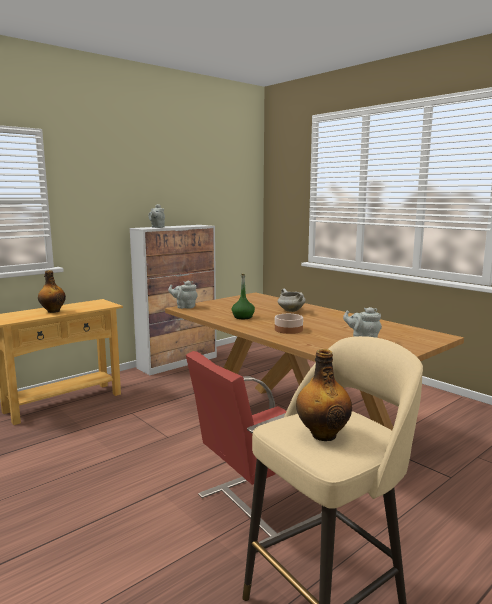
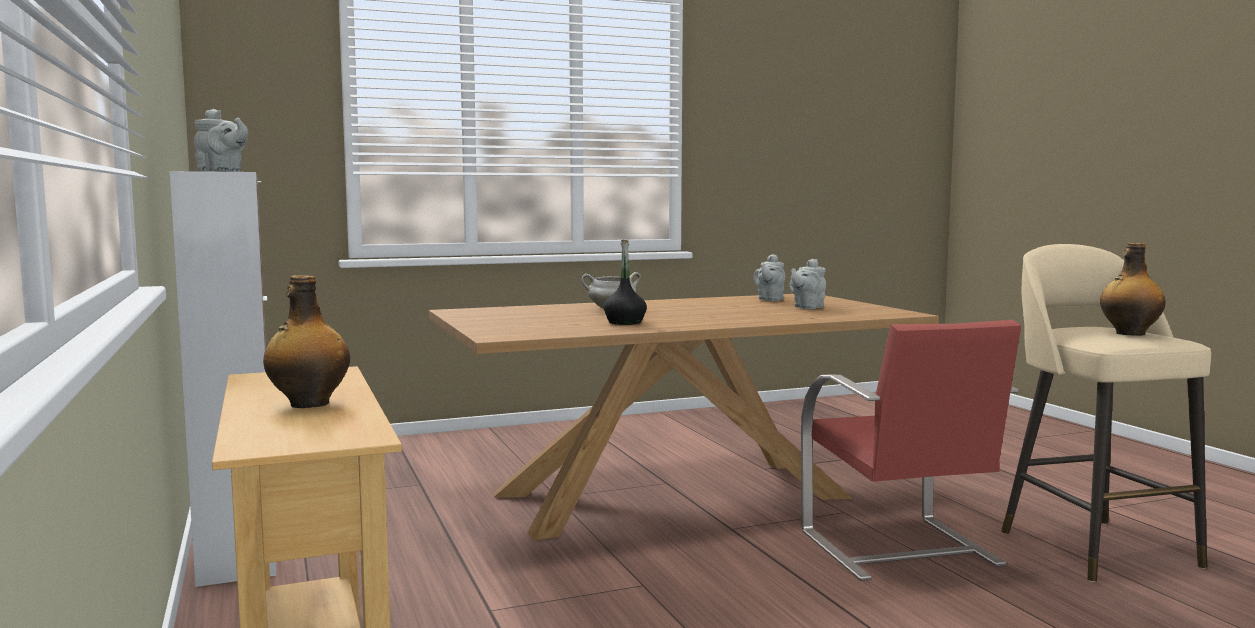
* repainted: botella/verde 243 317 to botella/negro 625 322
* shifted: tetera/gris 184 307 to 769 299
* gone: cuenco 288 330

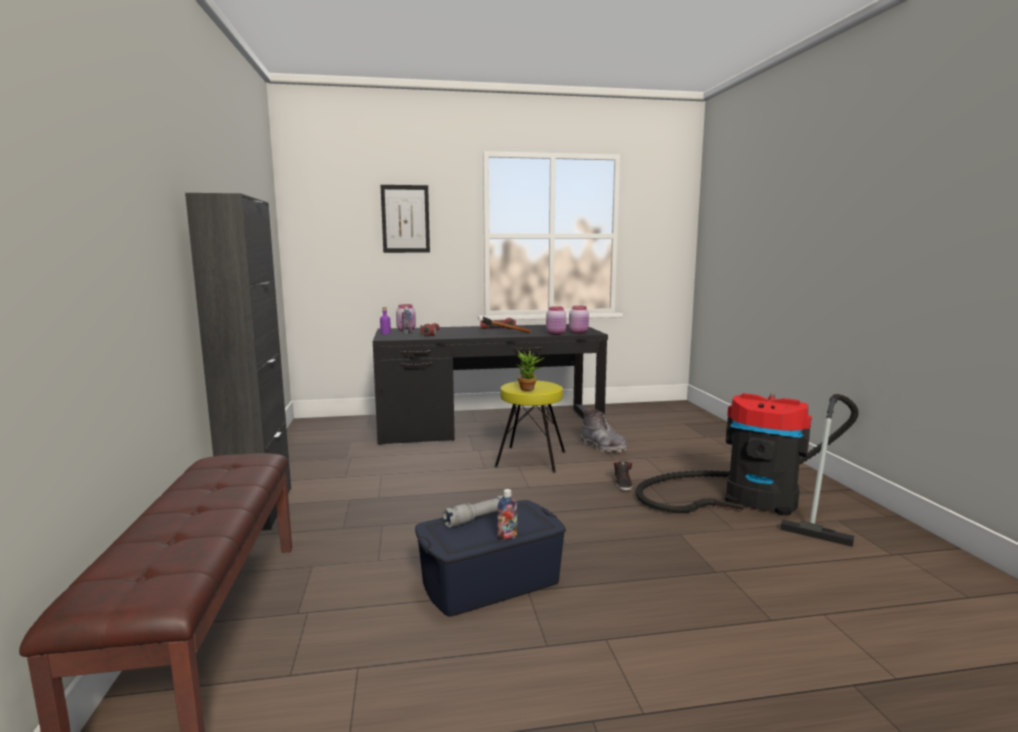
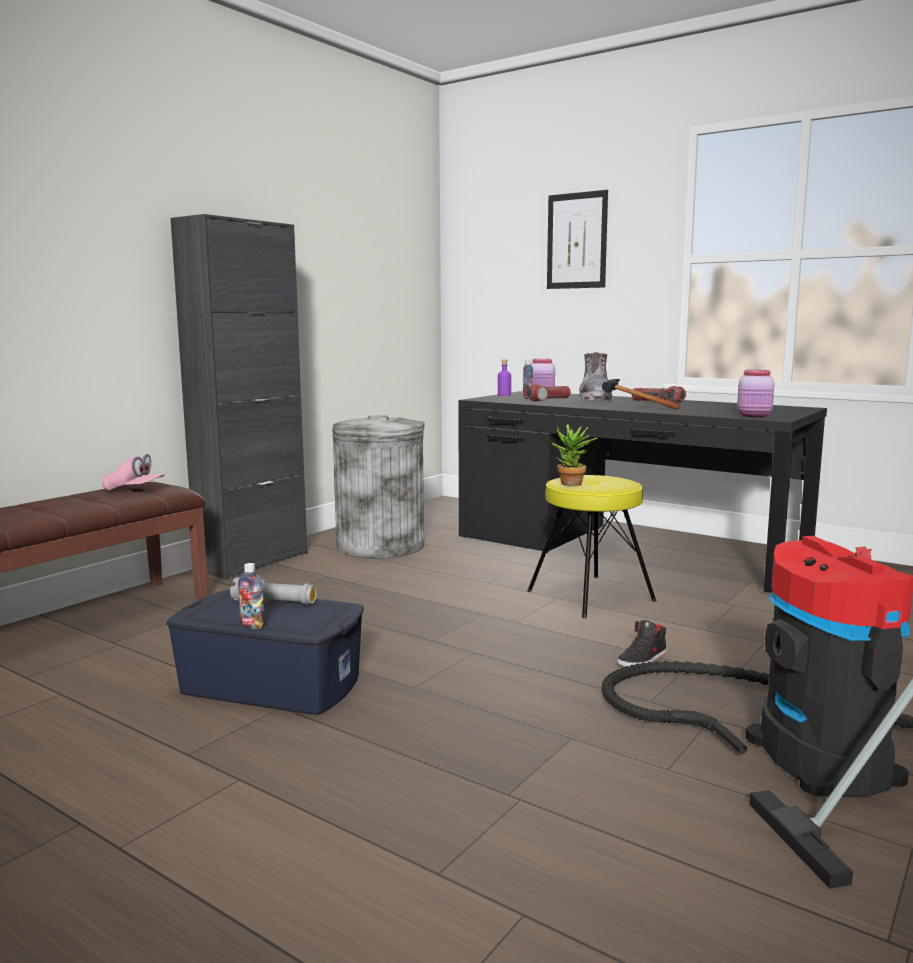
* gone: tarro/rosa 556 334
* shifted: bota/gris 602 447 to 595 400
* new: papelera/gris 381 546
* new: gorra/rosa 134 490

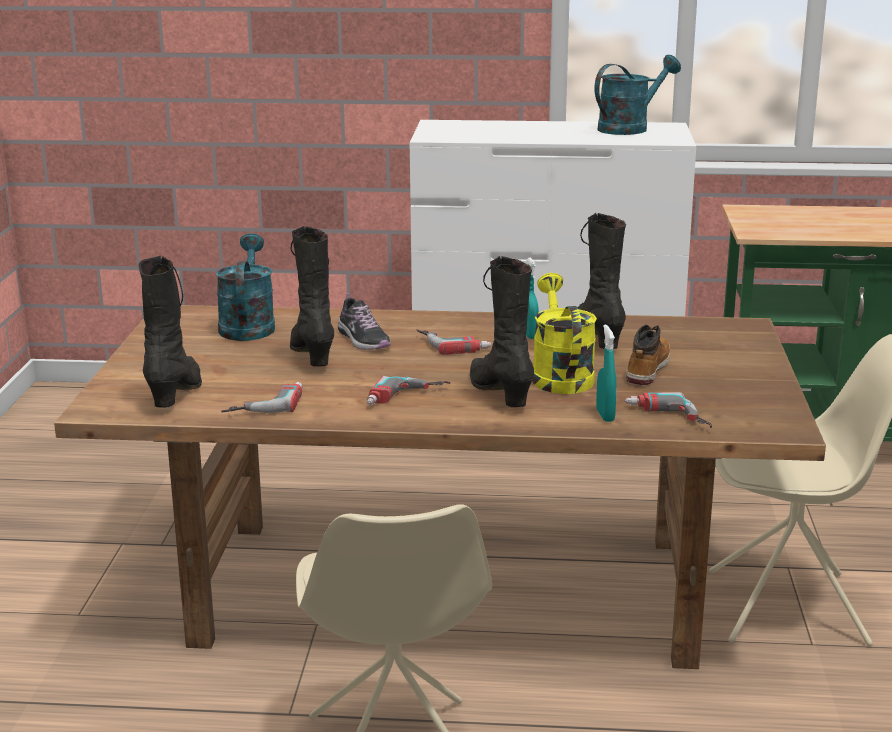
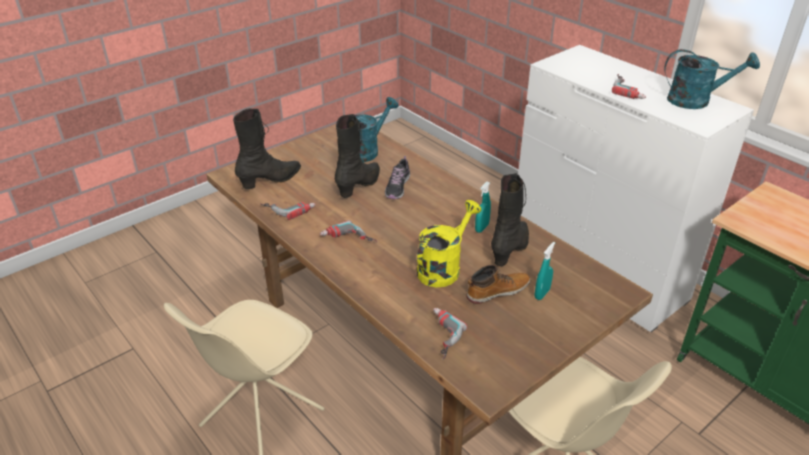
* gone: bota/negro 500 393
* shifted: pulverizador/turquesa 605 415 to 542 294
* shifted: taladro 453 344 to 630 89

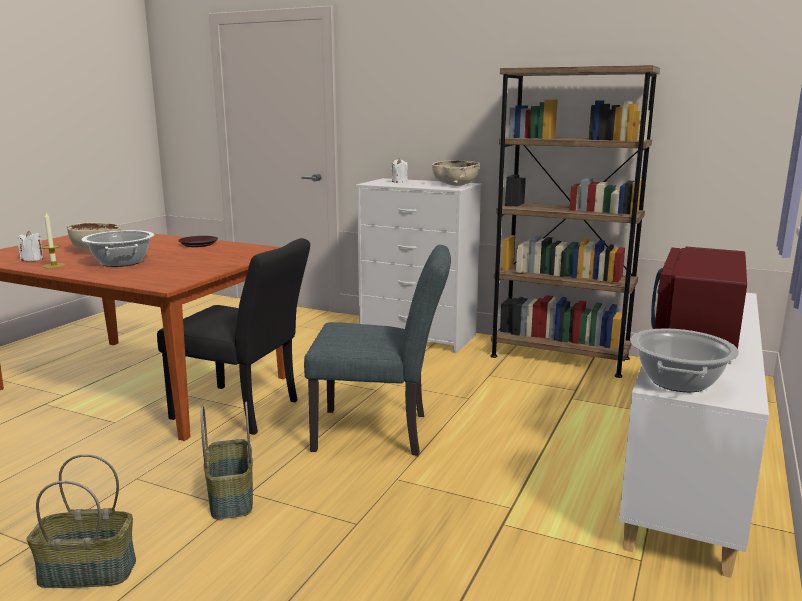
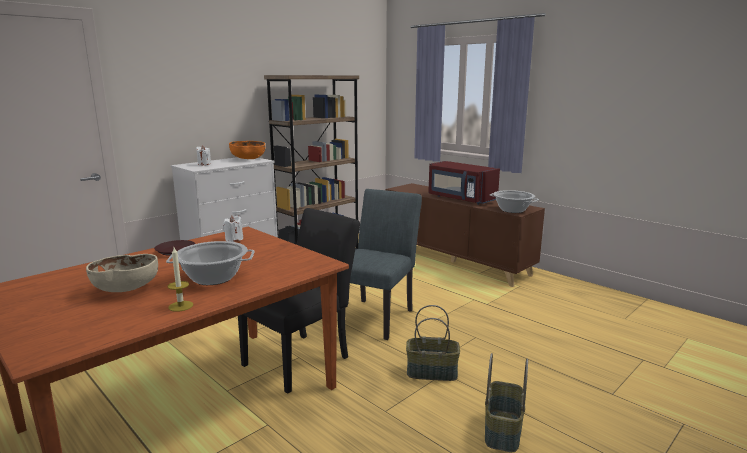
* repainted: cuenco/beis 455 185 to cuenco/naranja 248 159
* shifted: vela/blanco 32 259 to 234 239
* repainted: armario/blanco 688 467 to armario/marrón 456 261

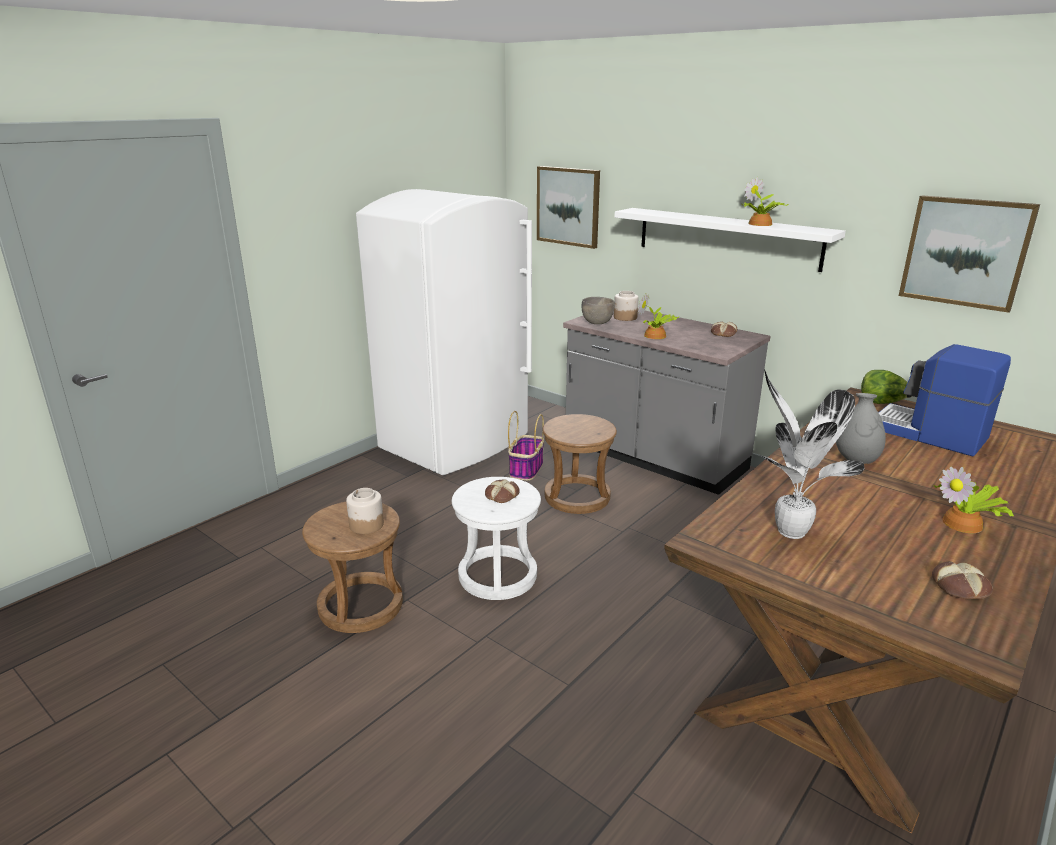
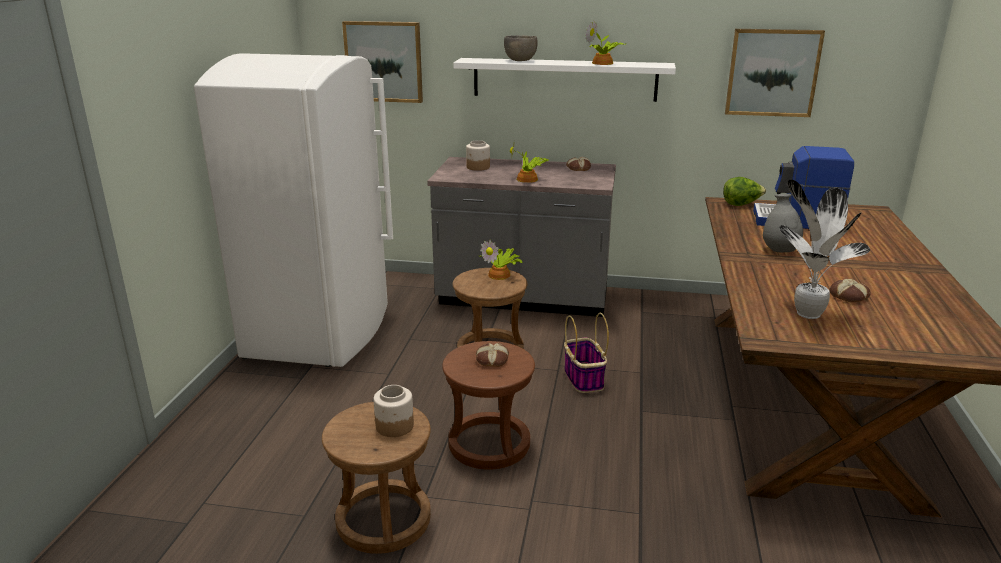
* shifted: cuenco/gris 597 323 to 520 61
* shifted: cesta 526 469 to 583 378
* shifted: planta en maceta 965 523 to 501 275
* repainted: taburete/blanco 497 575 to taburete/marrón 488 444
* shifted: pan 960 587 to 849 296

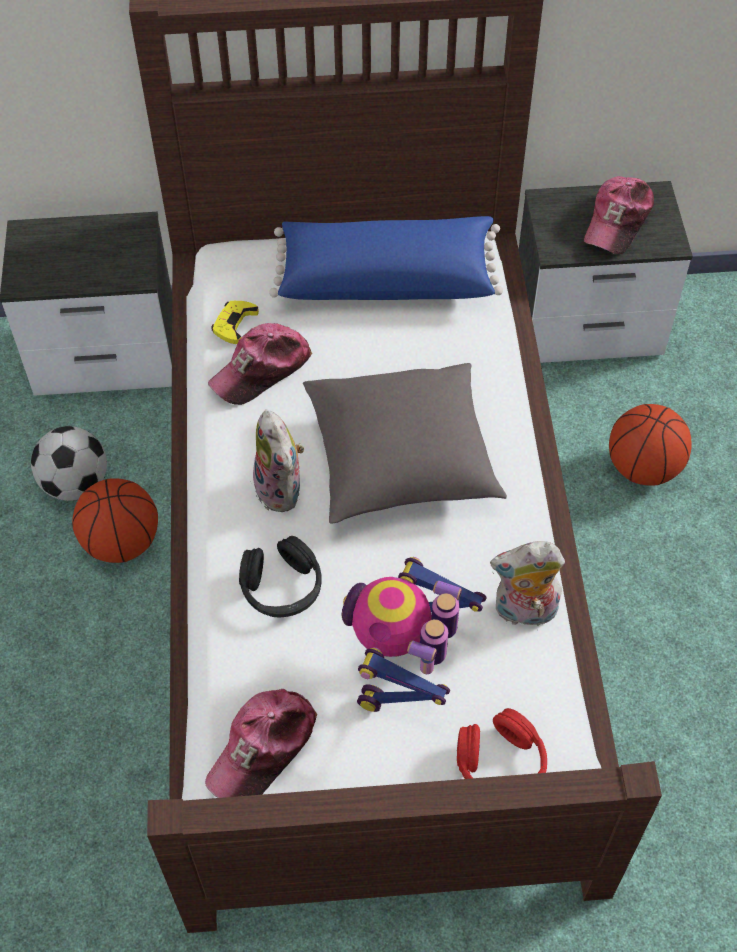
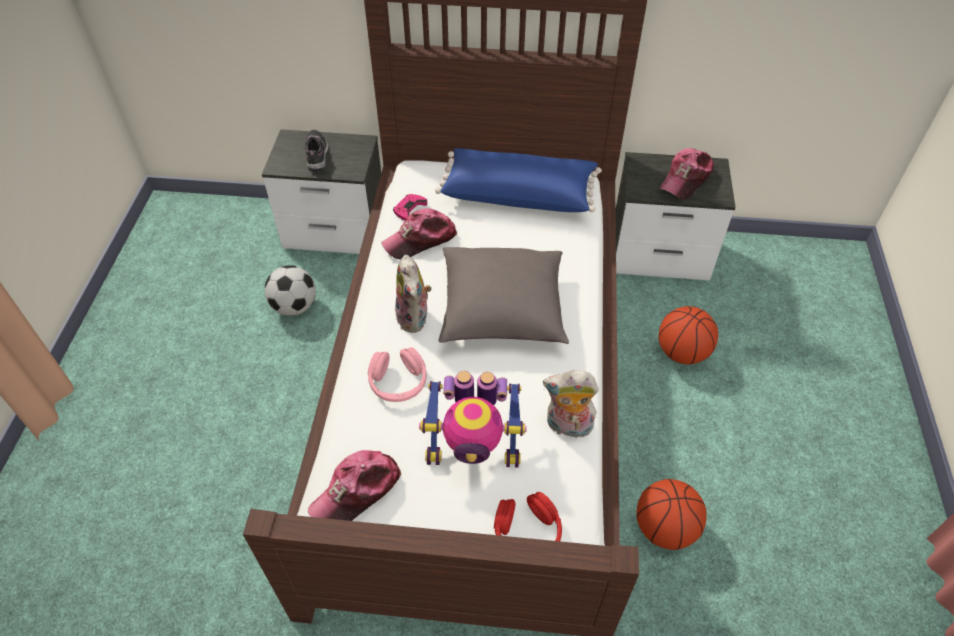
* repainted: mando de consola/amarillo 234 324 to mando de consola/rosa 409 209
* shifted: balón de baloncesto 122 542 to 665 528
* repainted: auriculares/negro 282 587 to auriculares/rosa 398 382
* rotated: robot de juguete 406 664 = 474 449 120 degrees counterclockwise
* new: zapato 316 154

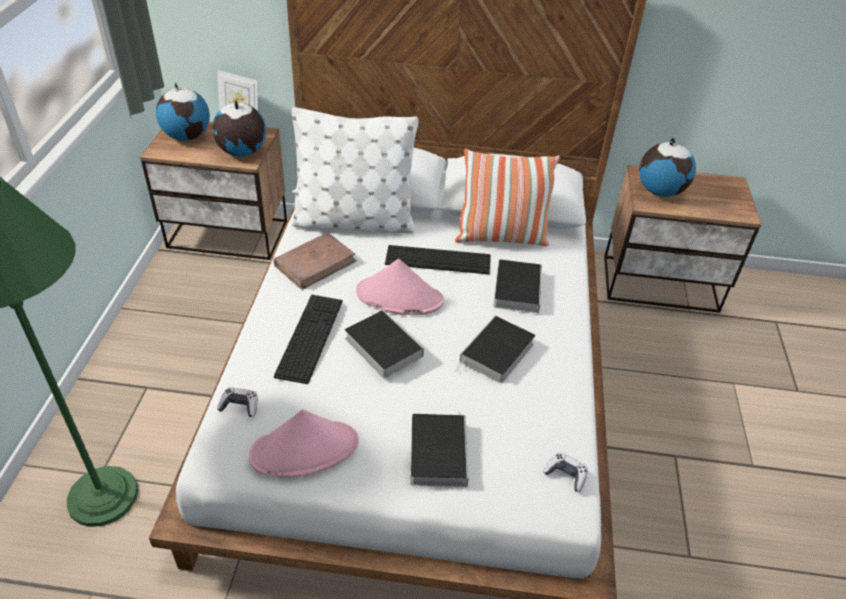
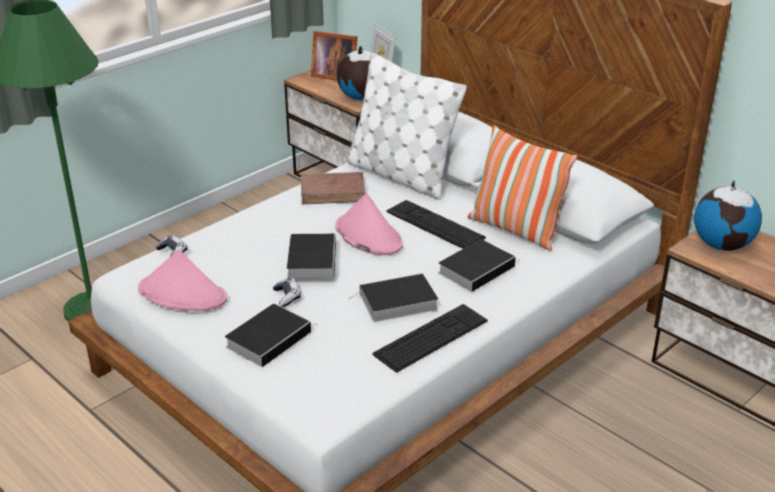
* swapped: globo terráqueo 187 136 to portarretratos 333 76
* shifted: teclado 310 337 to 431 337
* shifted: mando de consola 565 475 to 287 296

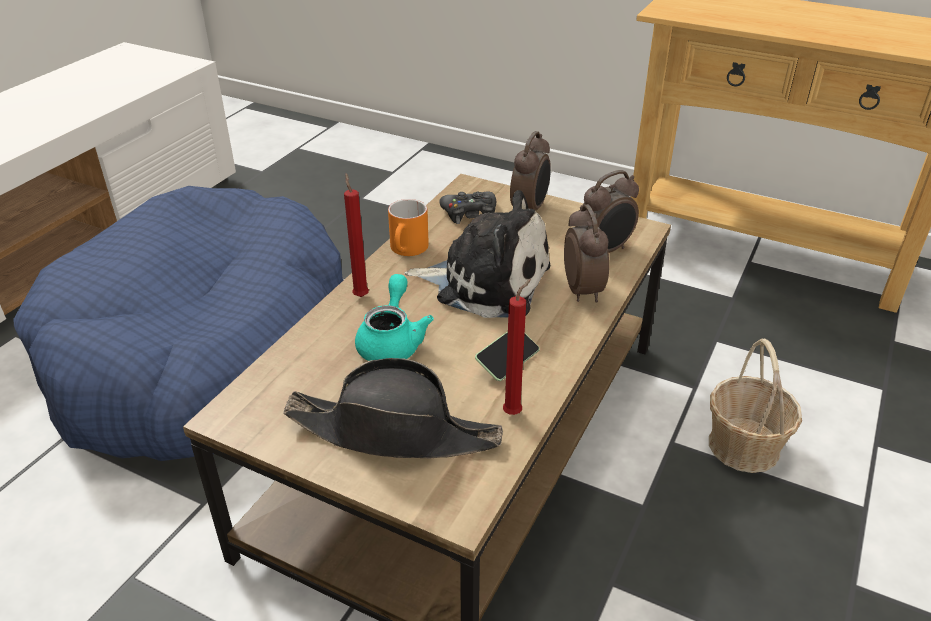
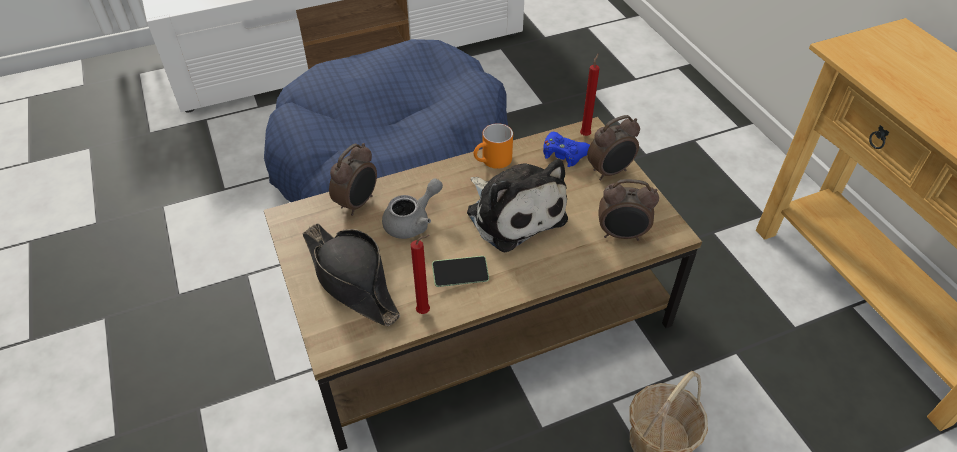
* shifted: vela/rojo 360 295 to 585 134
* repainted: mando de consola/negro 469 213 to mando de consola/azul 564 154
* shifted: despertador 583 290 to 358 203
* repainted: tetera/turquesa 392 341 to tetera/gris 413 221

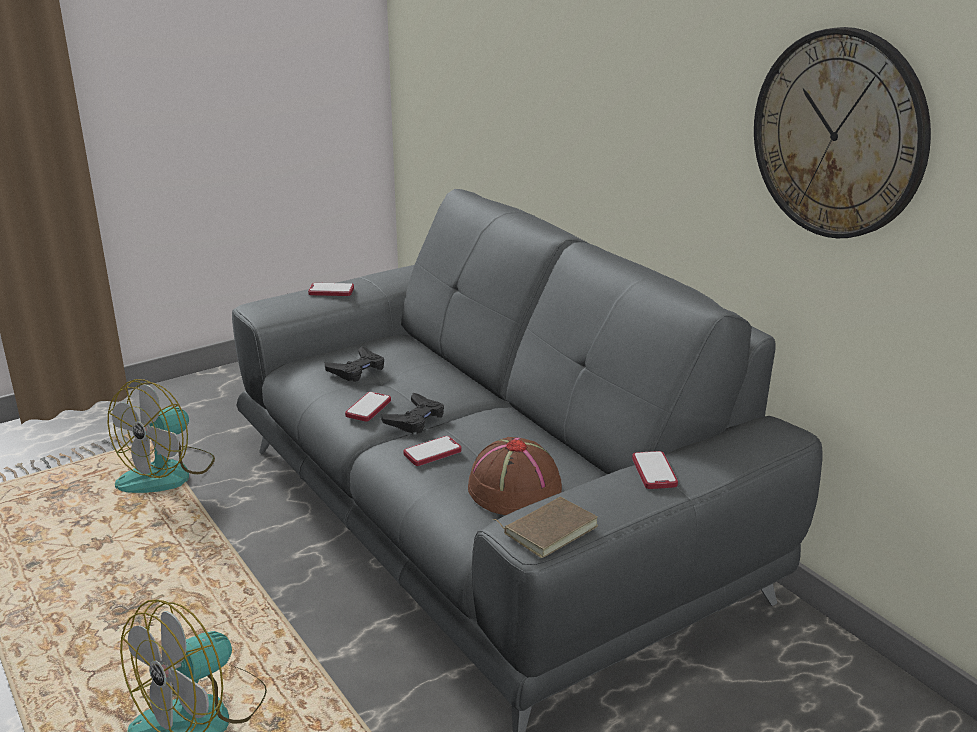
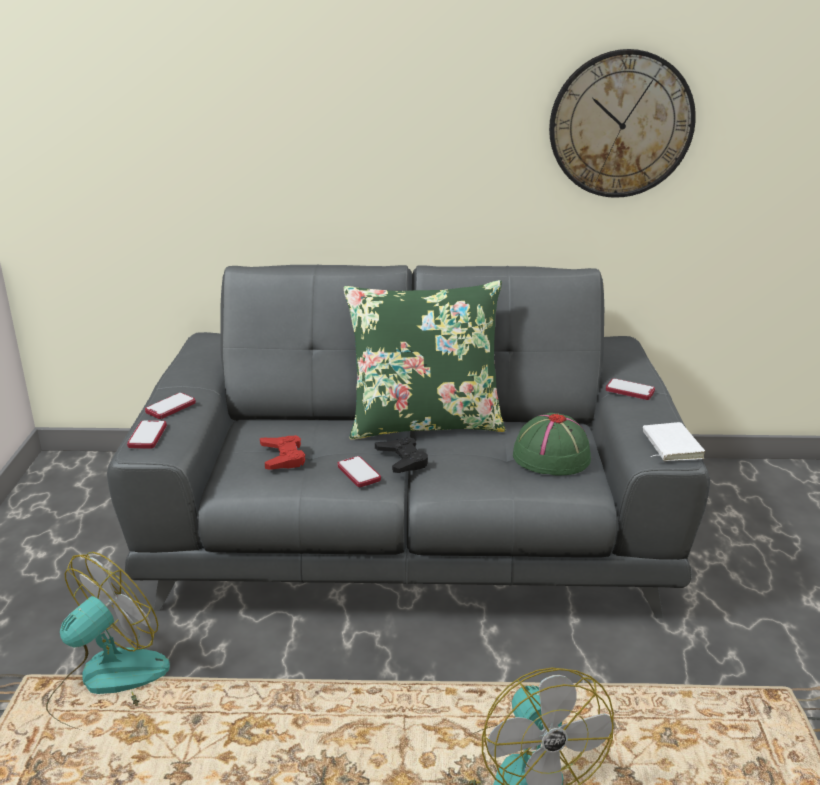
* repainted: mando de consola/negro 357 369 to mando de consola/rojo 283 457
* rotated: ventilador 167 473 = 107 684 120 degrees counterclockwise
* shifted: móvil 432 452 to 147 436
* repainted: sombrero/marrón 513 489 to sombrero/verde 550 456
* repainted: libro/marrón 549 529 to libro/blanco 669 445
* new: cojín/verde 425 423

